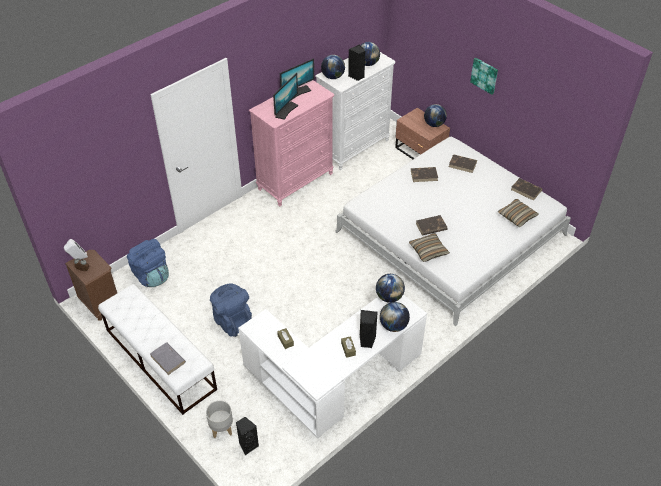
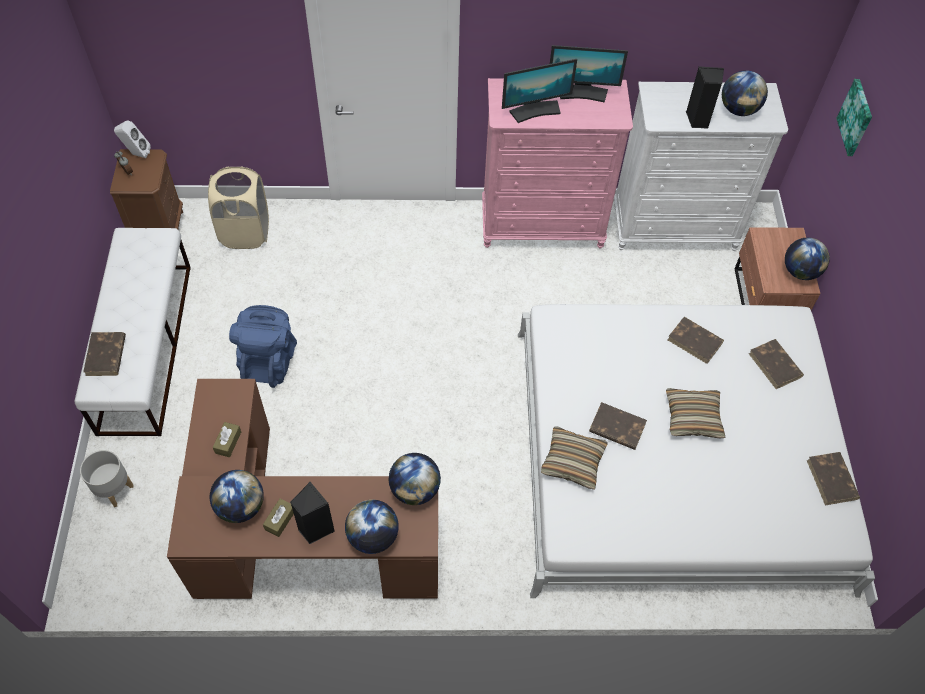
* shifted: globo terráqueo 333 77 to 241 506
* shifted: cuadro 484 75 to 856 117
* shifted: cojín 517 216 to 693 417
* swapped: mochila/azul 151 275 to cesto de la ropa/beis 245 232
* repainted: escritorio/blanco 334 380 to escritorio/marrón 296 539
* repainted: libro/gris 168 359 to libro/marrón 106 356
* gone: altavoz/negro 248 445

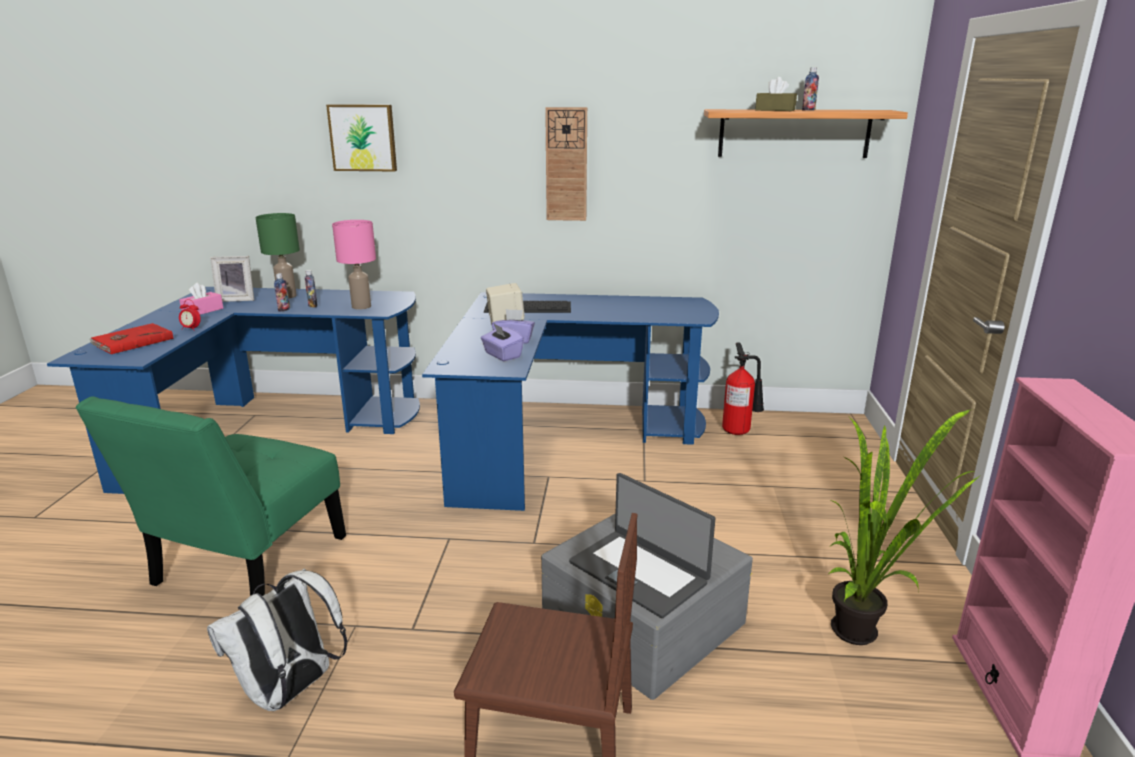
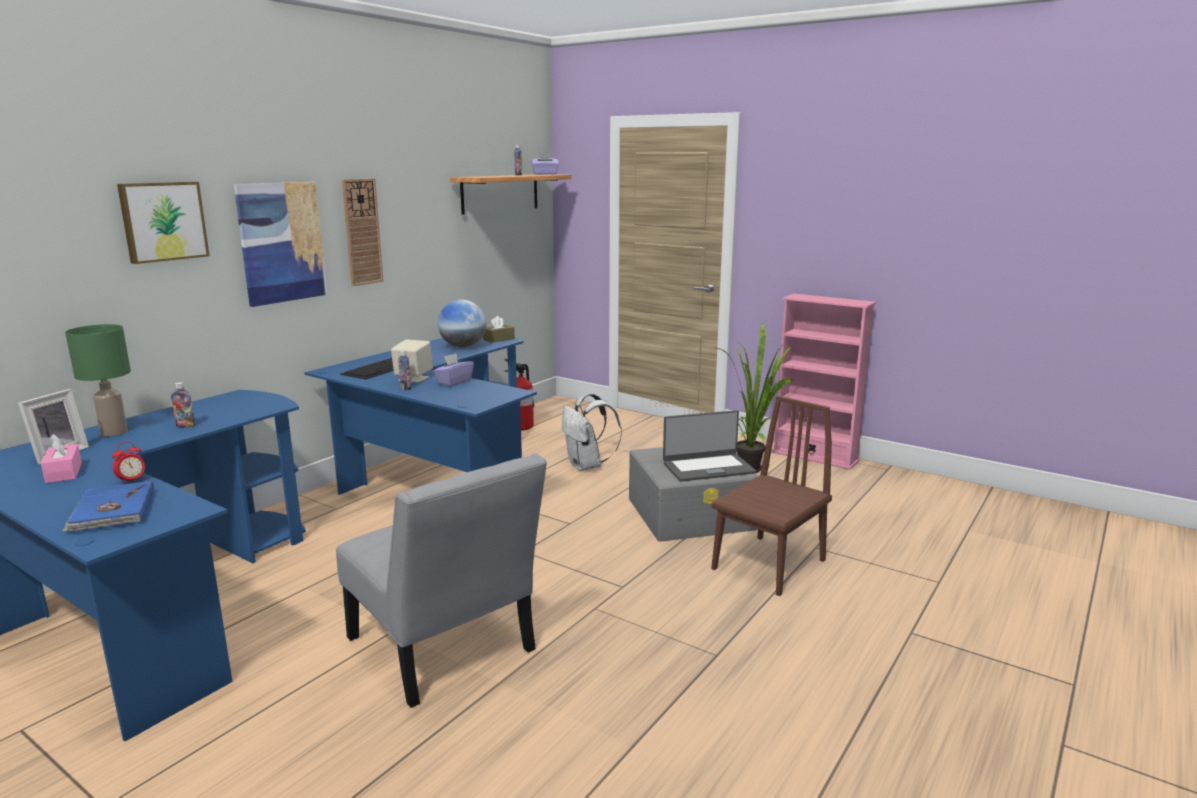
* shifted: caja de pañuelos/marrón 775 110 to 499 339
* gone: lámpara de mesa/rosa 361 306
* shifted: botella 284 309 to 405 388
* repainted: libro/rojo 132 341 to libro/azul 112 511
* shifted: caja de pañuelos/morado 502 355 to 545 174
* repainted: silla/verde 244 566 to silla/gris 445 650
* shifted: mochila/blanco 290 692 to 587 466
* new: cuadro 281 242
* new: globo terráqueo 463 347

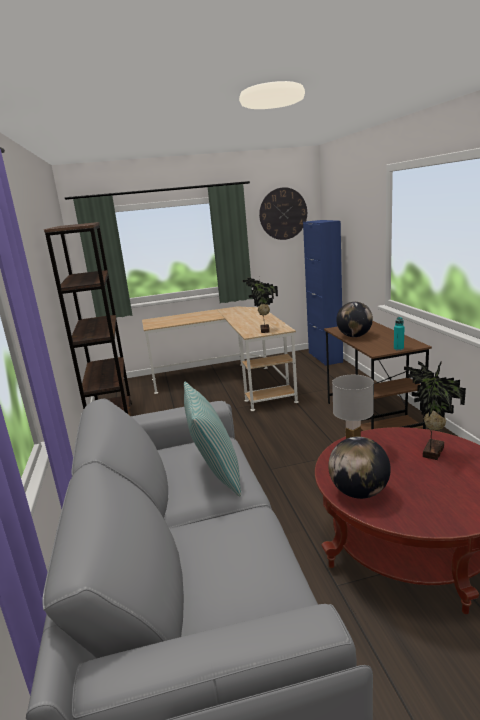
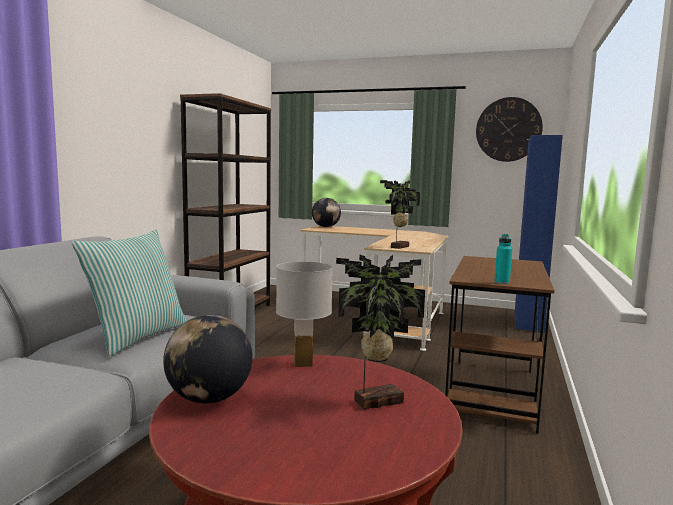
* shifted: globo terráqueo 354 336 to 326 227

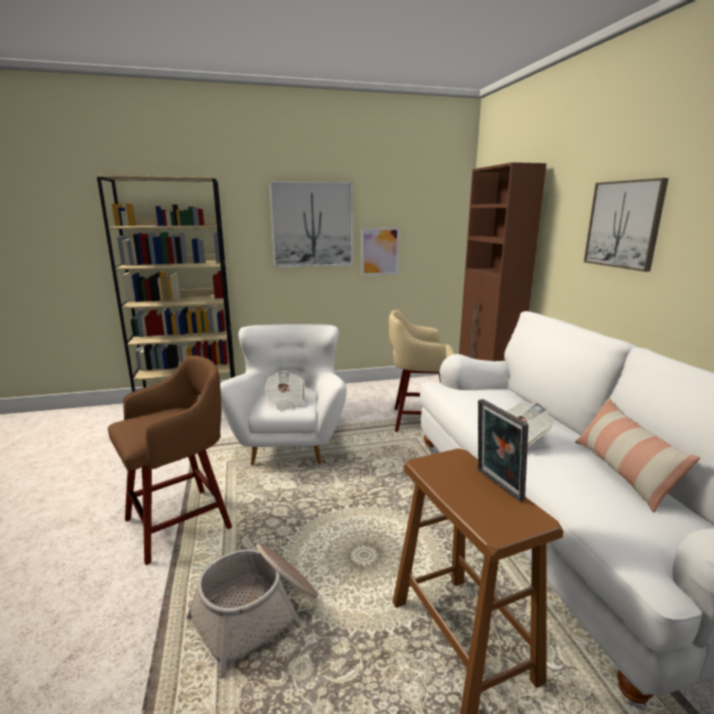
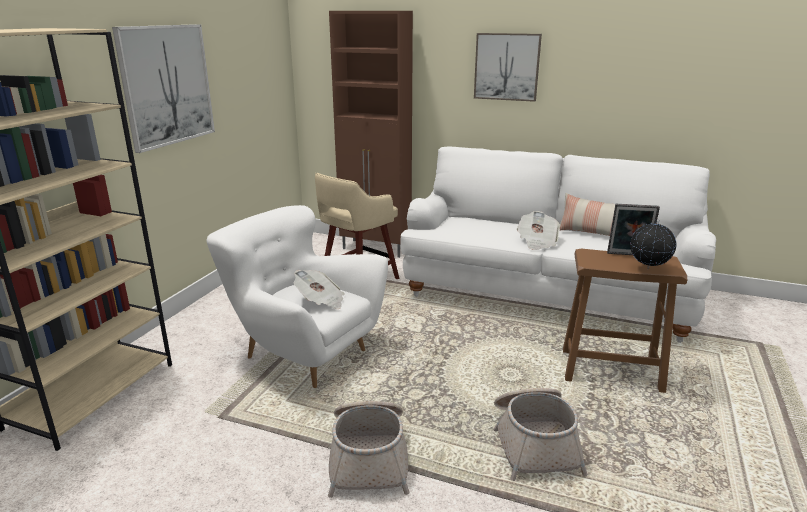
* gone: cuadro 380 251
* swapped: taburete/marrón 182 522 to cesta 369 457
* new: globo terráqueo 648 269

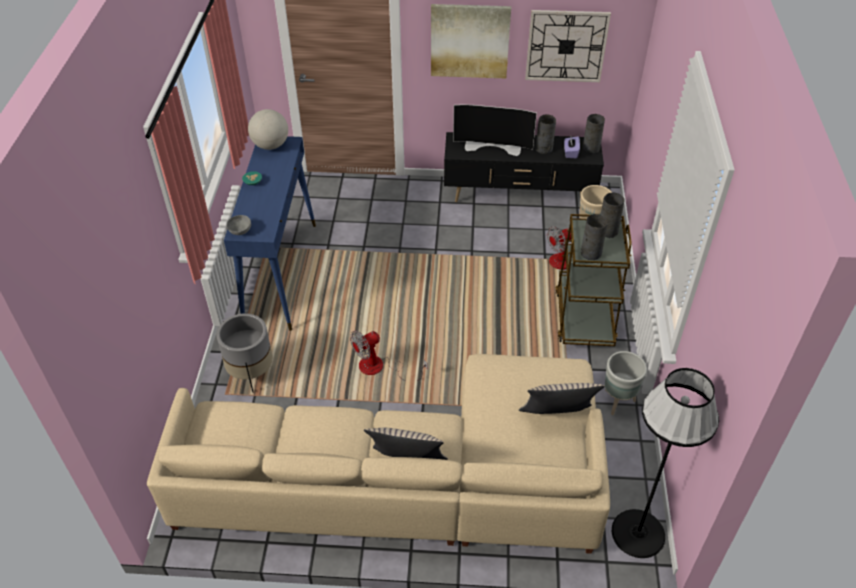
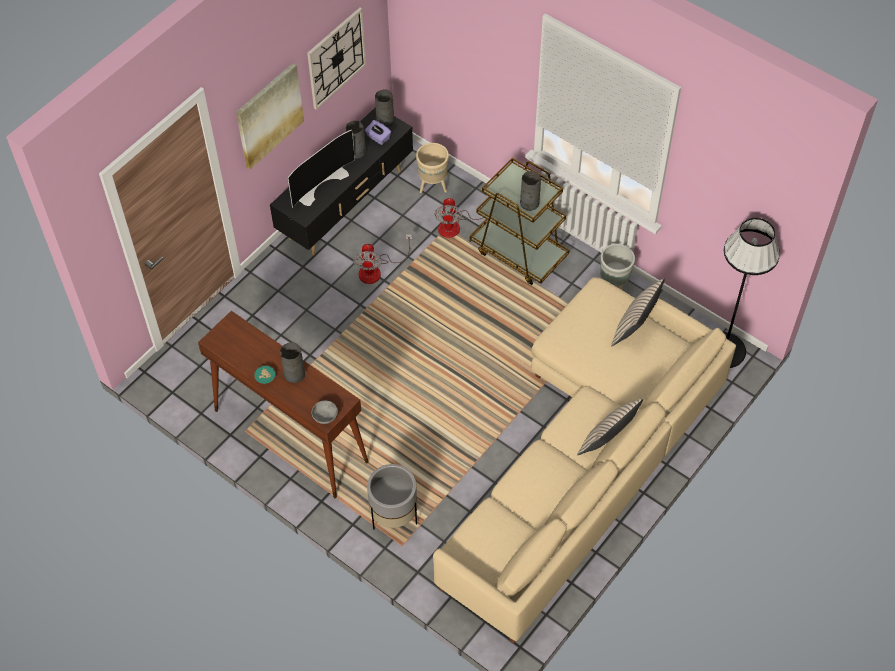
* gone: globo terráqueo 270 145
* repainted: mesa consola/azul 281 273 to mesa consola/marrón 290 435
* shifted: florero/gris 608 230 to 294 373
* shifted: ventilador 380 368 to 376 270

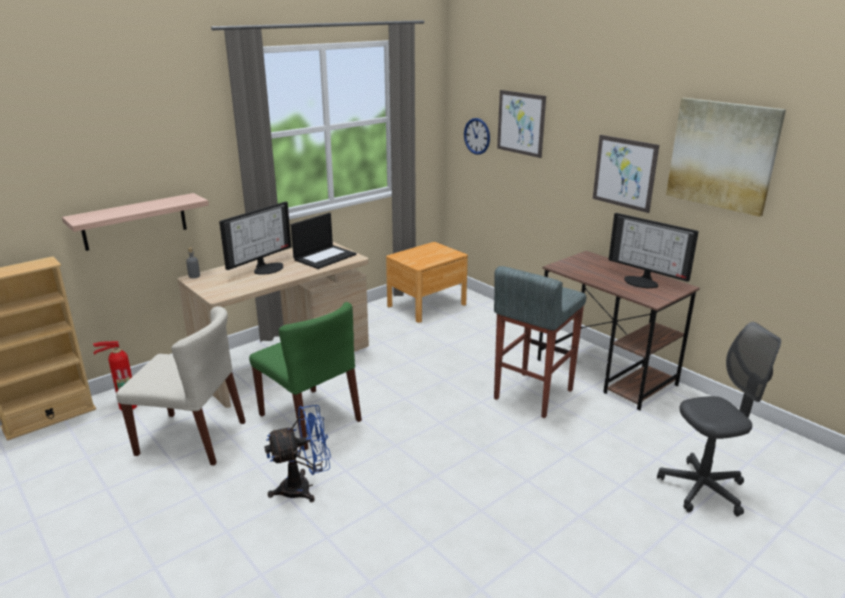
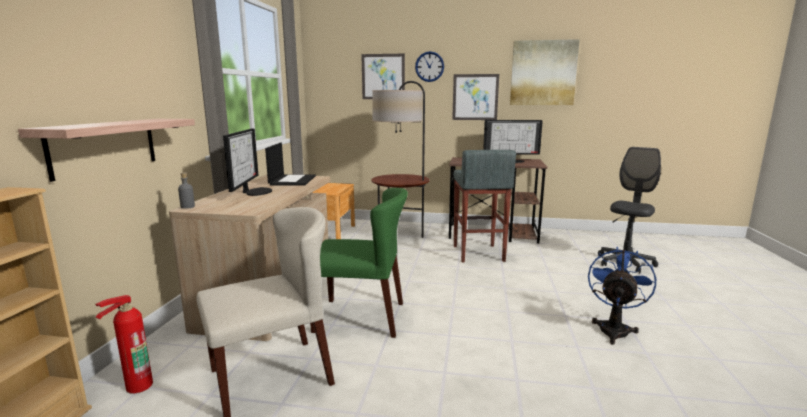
* shifted: reloj de pared 477 136 to 429 66
* shifted: ventilador/azul 304 487 to 614 328
* new: lámpara de pie 400 235

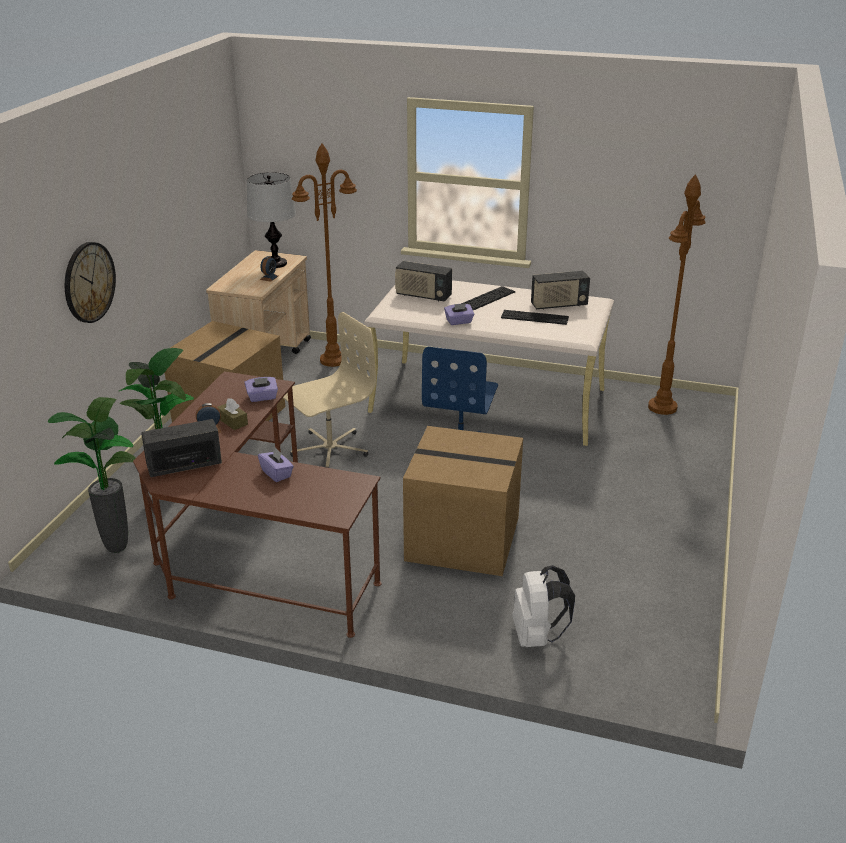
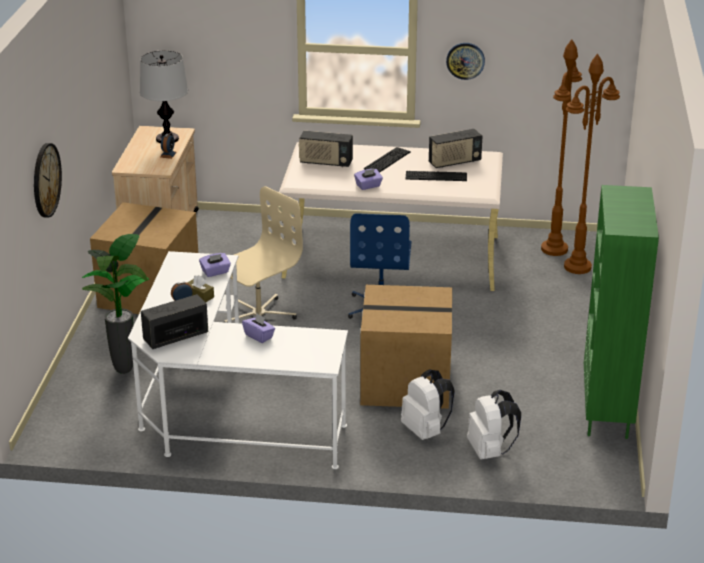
* shifted: lámpara de pie/marrón 333 360 to 577 267
* repainted: escritorio/marrón 253 552 to escritorio/blanco 224 411
* gone: planta en maceta 115 549
* new: reloj de pared 465 60
* new: estantería/verde 607 413
* new: mochila/blanco 426 431

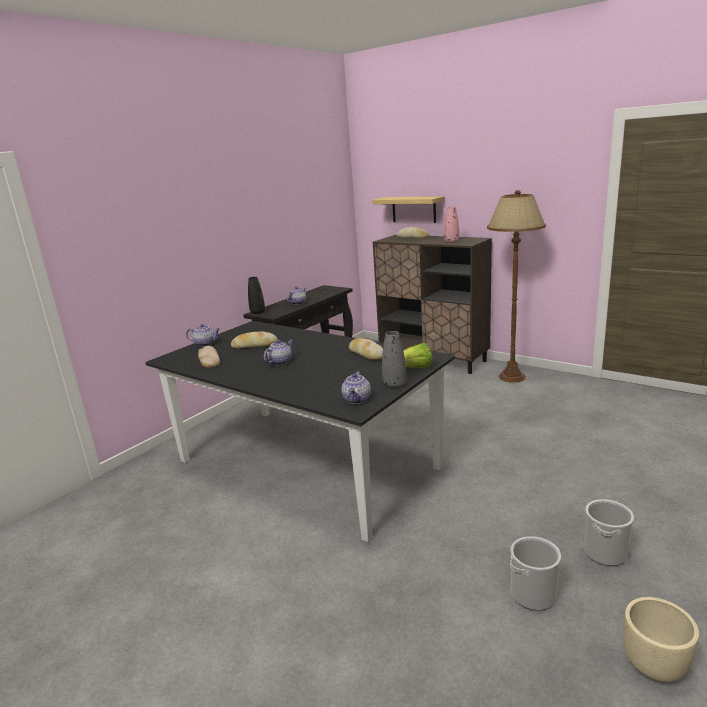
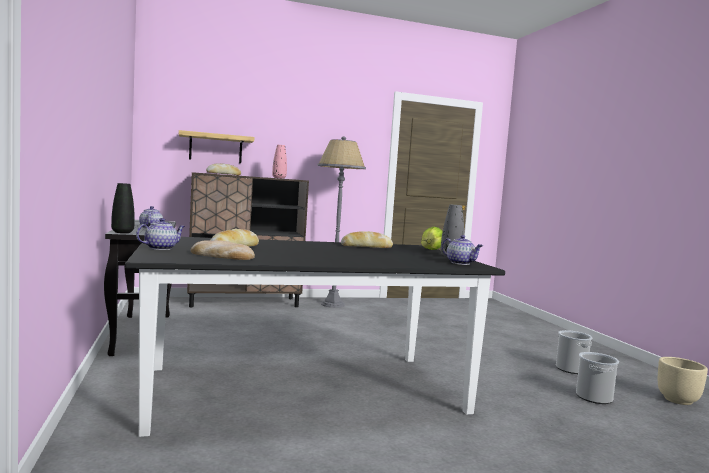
* repainted: lámpara de pie/marrón 511 377 to lámpara de pie/gris 333 304
* gone: tetera 280 362

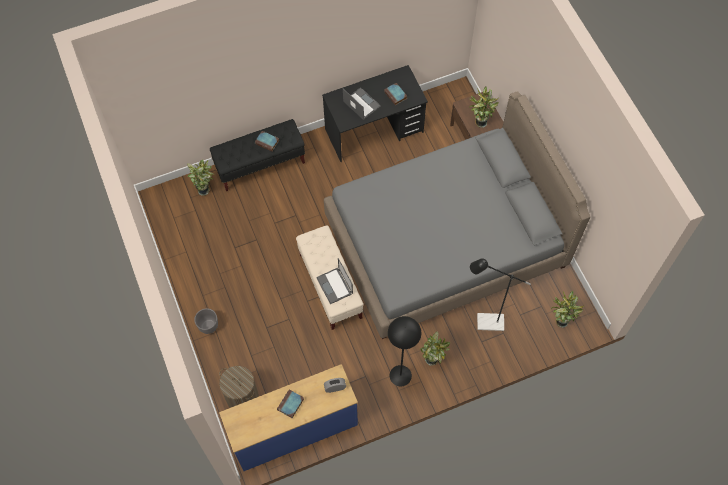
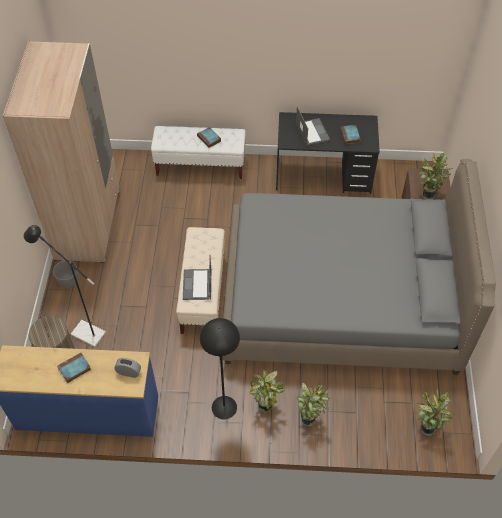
* repainted: banco/negro 260 165 to banco/blanco 200 165
* shifted: planta en maceta 204 189 to 309 418
* shifted: lámpara de pie/negro 484 322 to 83 331
* new: armario ropero/beis 88 225

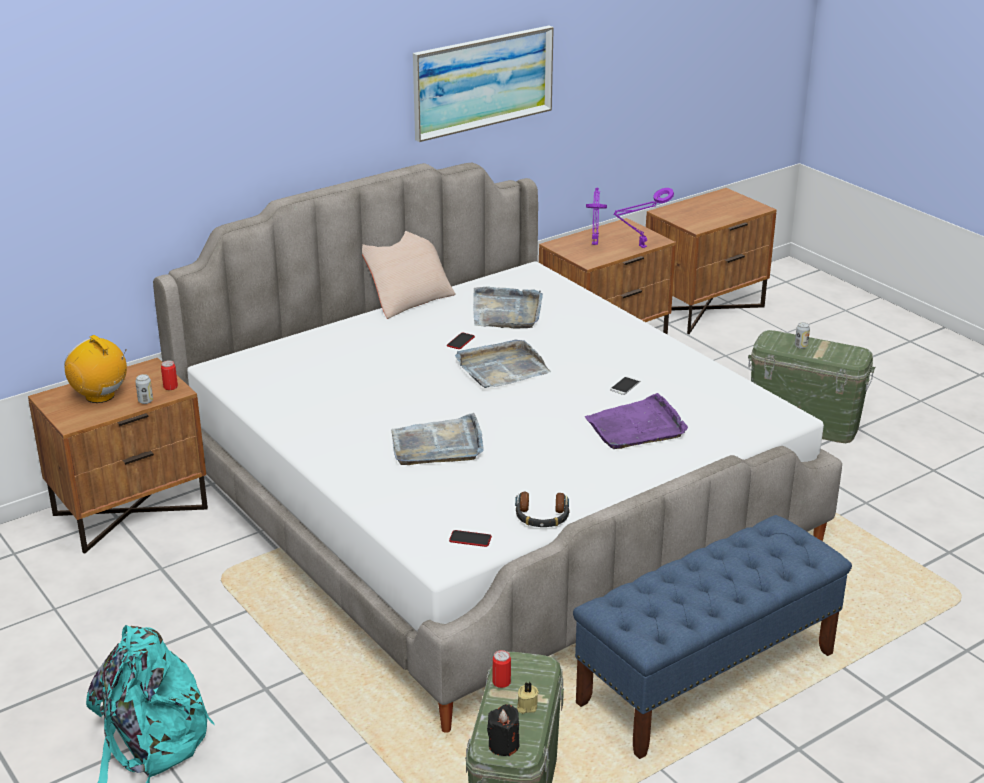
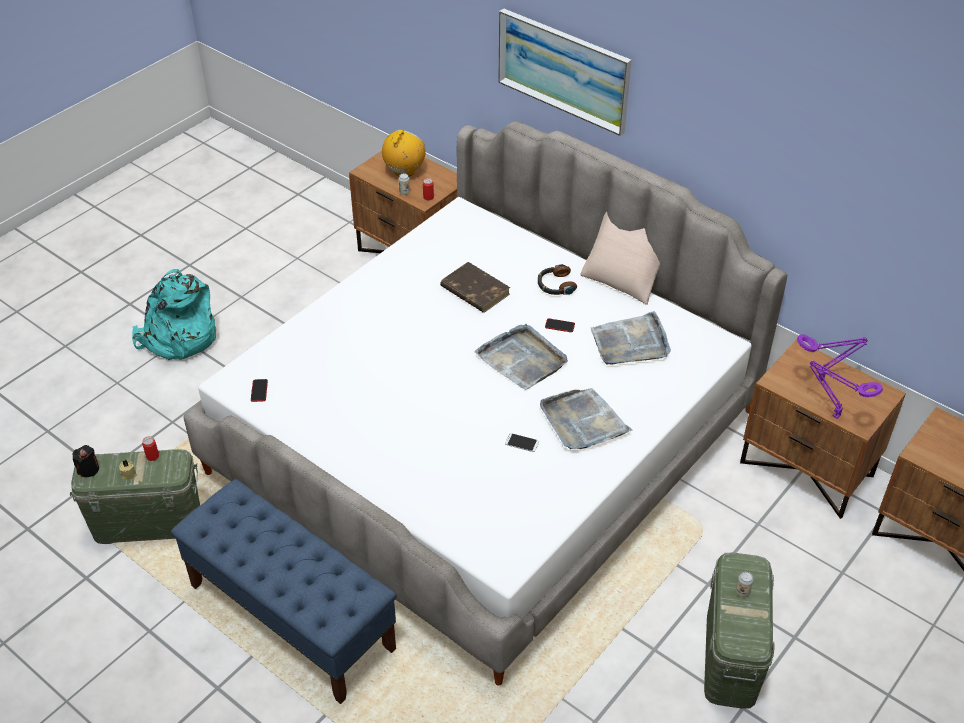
* shifted: cuadro 482 81 to 563 70
* gone: bandeja/morado 636 427
* shifted: bandeja/gris 437 445 to 583 422
* shifted: auriculares 542 517 to 555 285
* new: libro/marrón 474 290

